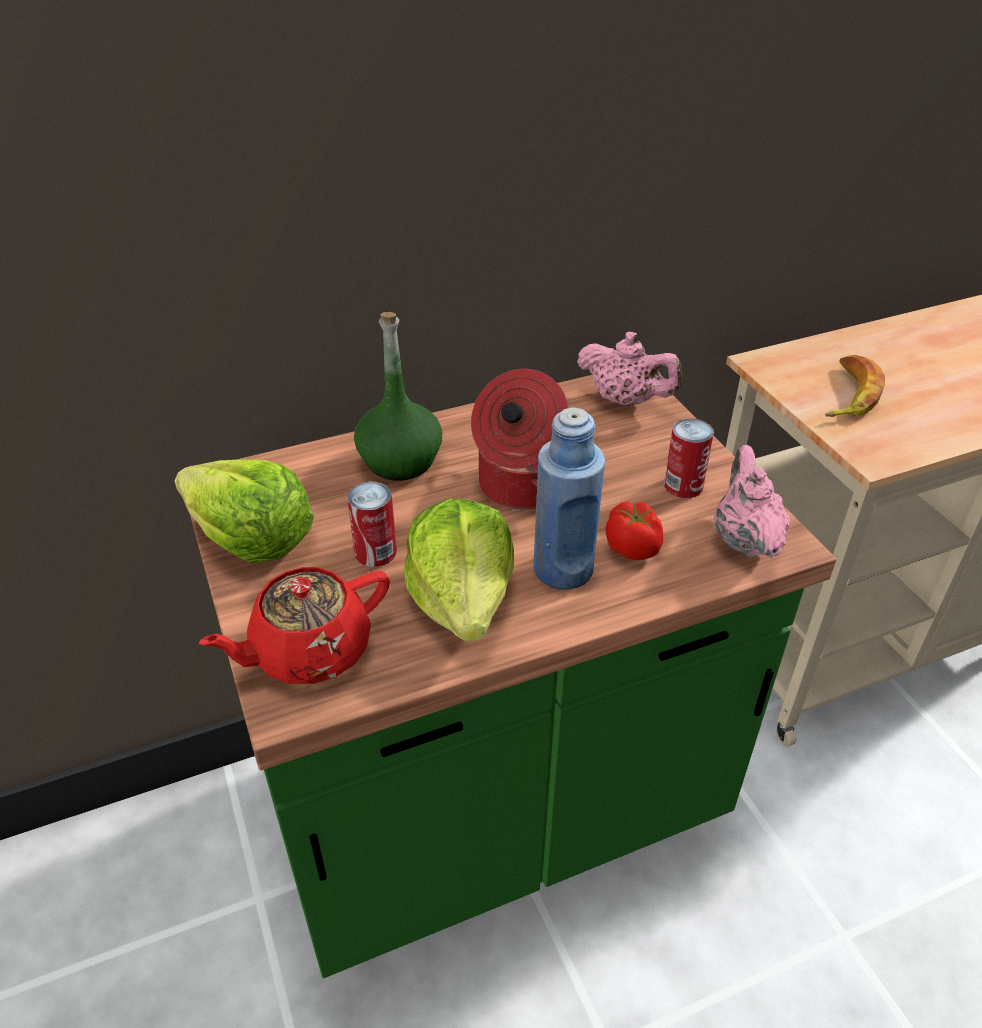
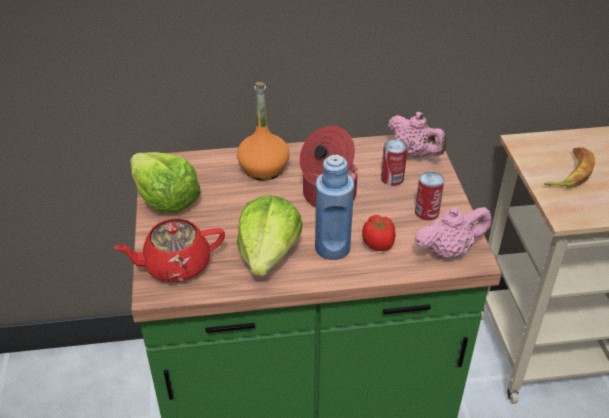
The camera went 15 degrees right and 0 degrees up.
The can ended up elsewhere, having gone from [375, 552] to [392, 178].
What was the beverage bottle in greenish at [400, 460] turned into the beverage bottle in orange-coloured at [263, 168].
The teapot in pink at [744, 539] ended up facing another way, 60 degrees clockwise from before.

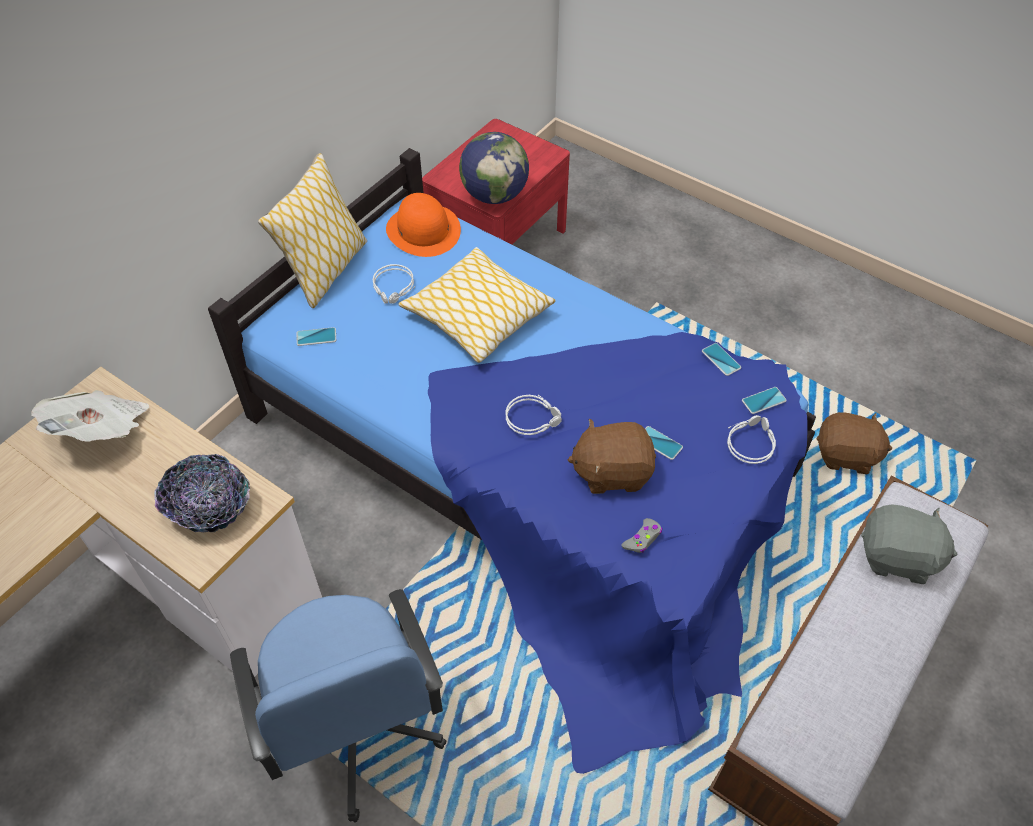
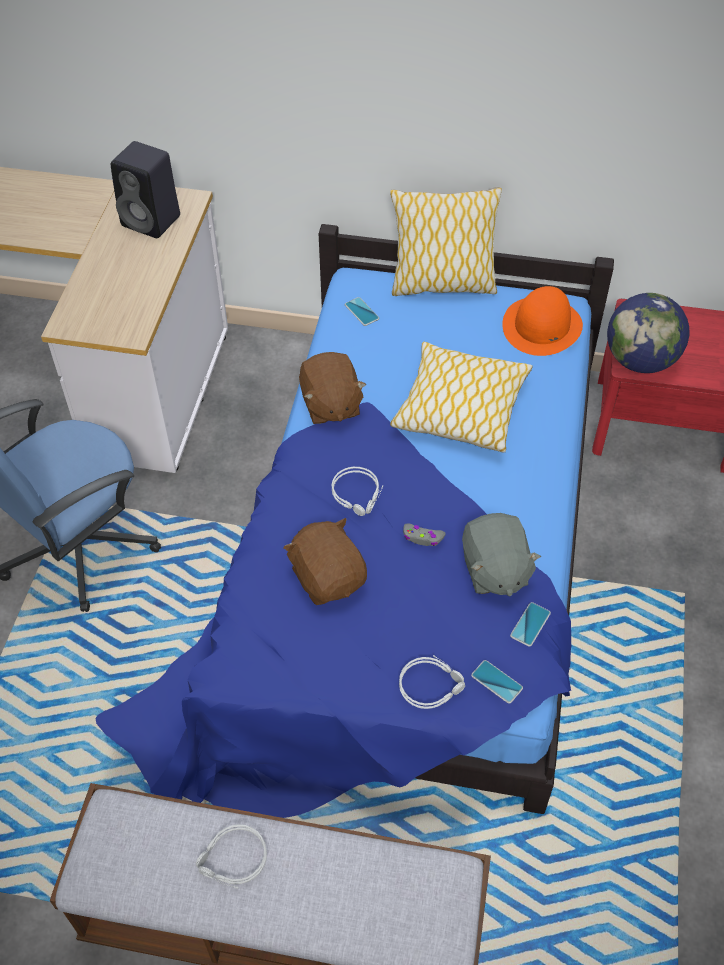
The camera went 65 degrees right and 0 degrees up.
The second view lost the bowl at [209, 506].
The second view lost the handset at [659, 443].
The headset in gray ended up elsewhere, having gone from [394, 288] to [232, 861].
The game controller in gray ended up elsewhere, having gone from [642, 539] to [422, 538].
The plush toy in brownish ended up elsewhere, having gone from [846, 456] to [330, 405].
The plush toy in gray ended up elsewhere, having gone from [898, 558] to [494, 570].
Where the daily paper stood at [102, 430], the loudspeaker in black-coloured came to stand at [153, 221].

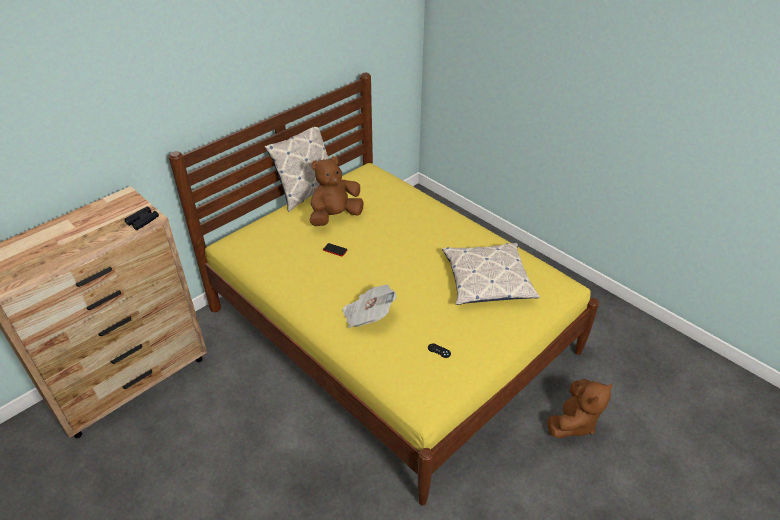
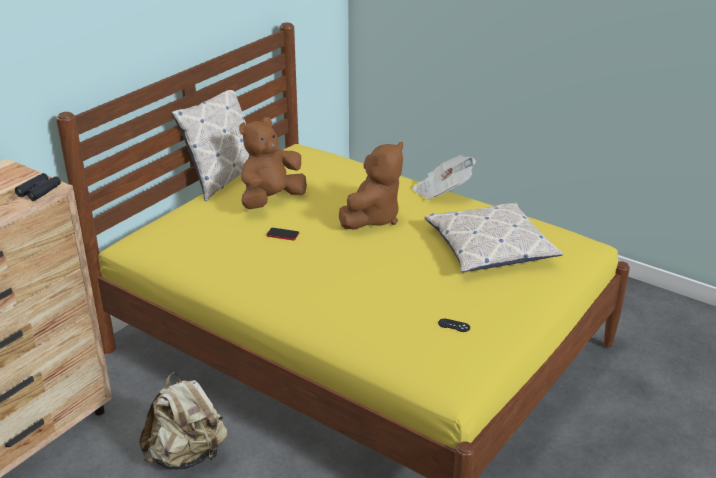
The camera went 10 degrees left and 10 degrees down.
The second view gained the rucksack in sand-coloured at [187, 455].
The daily paper ended up elsewhere, having gone from [368, 316] to [442, 191].
The plush toy in brownish ended up elsewhere, having gone from [573, 422] to [372, 218].

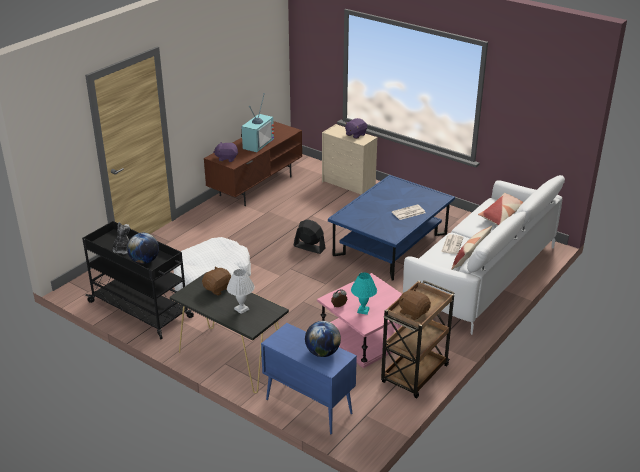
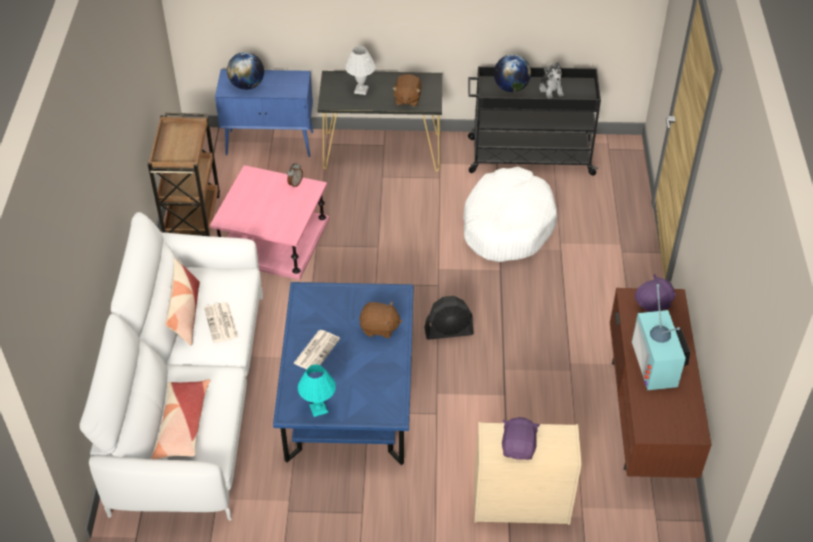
The camera went 145 degrees right and 15 degrees up.
The lamp for a table in blue-green ended up elsewhere, having gone from [363, 310] to [318, 409].
The plush toy in brownish ended up elsewhere, having gone from [413, 312] to [379, 328].

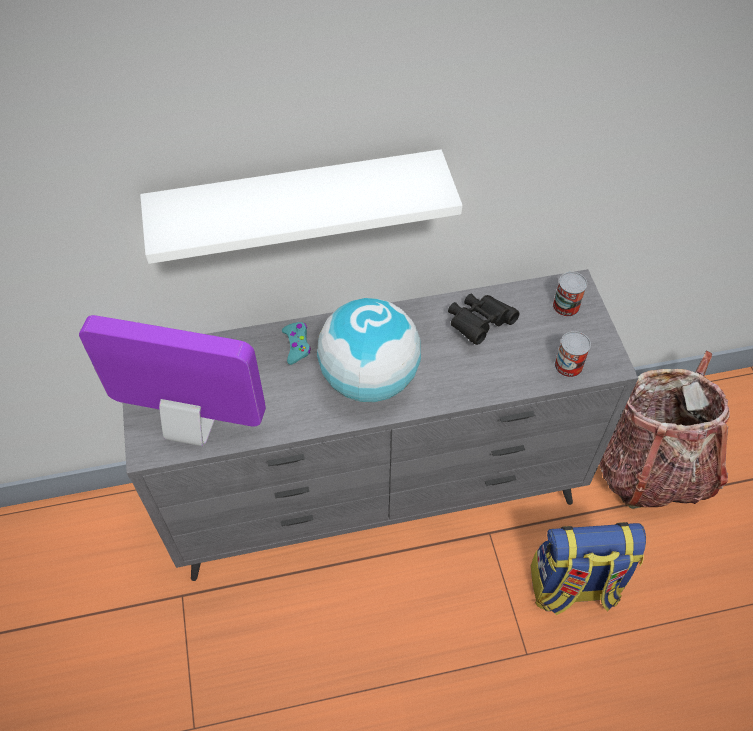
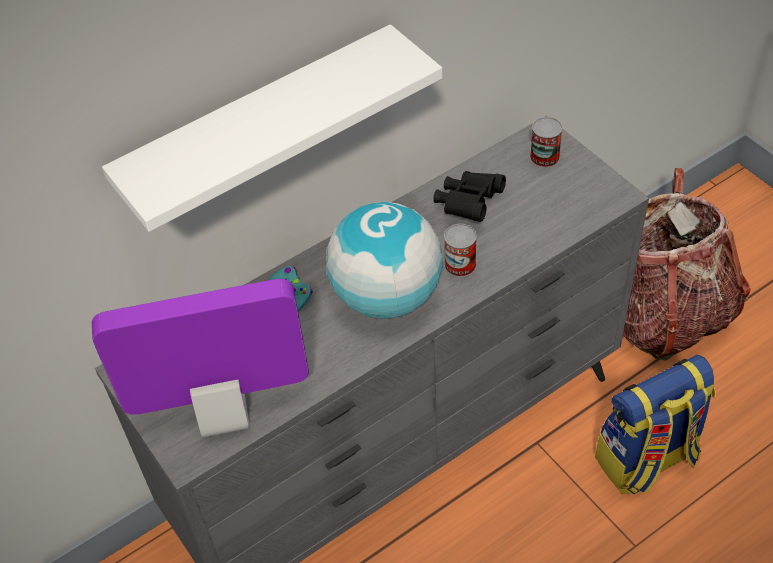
The camera went 20 degrees left and 5 degrees down.
The can ended up elsewhere, having gone from [568, 366] to [460, 265].

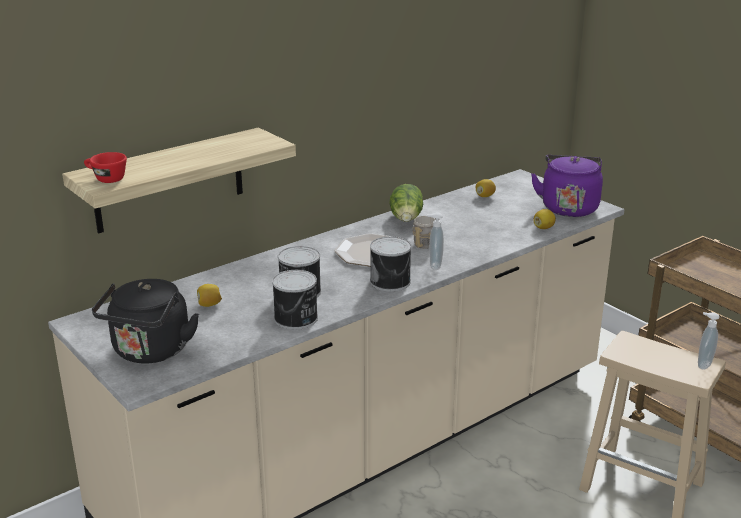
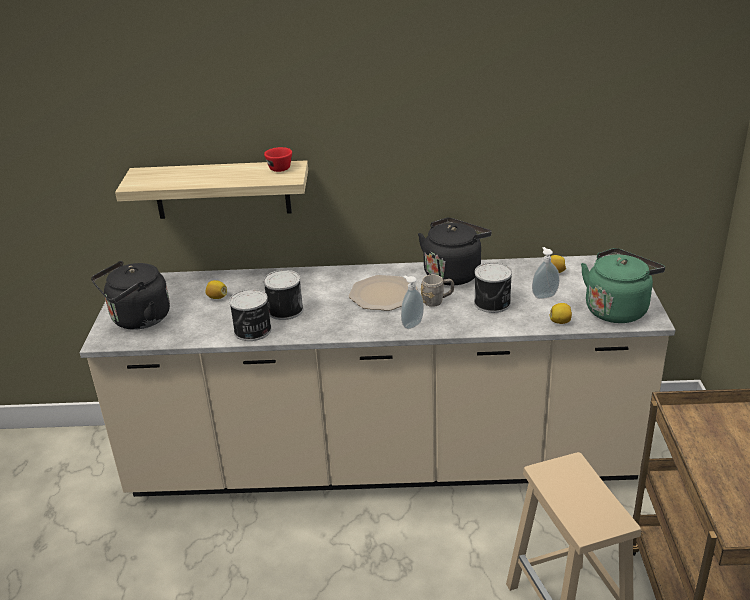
The camera went 40 degrees right and 5 degrees up.
The drinking cup in reddish ended up elsewhere, having gone from [105, 179] to [277, 167].
The can ended up elsewhere, having gone from [391, 282] to [493, 303].
The soap dispenser ended up elsewhere, having gone from [703, 364] to [544, 295].
Where the lettuce stood at [406, 219], the kettle in black-coloured came to stand at [453, 273].
What was the kettle in purplish at [568, 207] turned into the kettle in greenish at [617, 309].

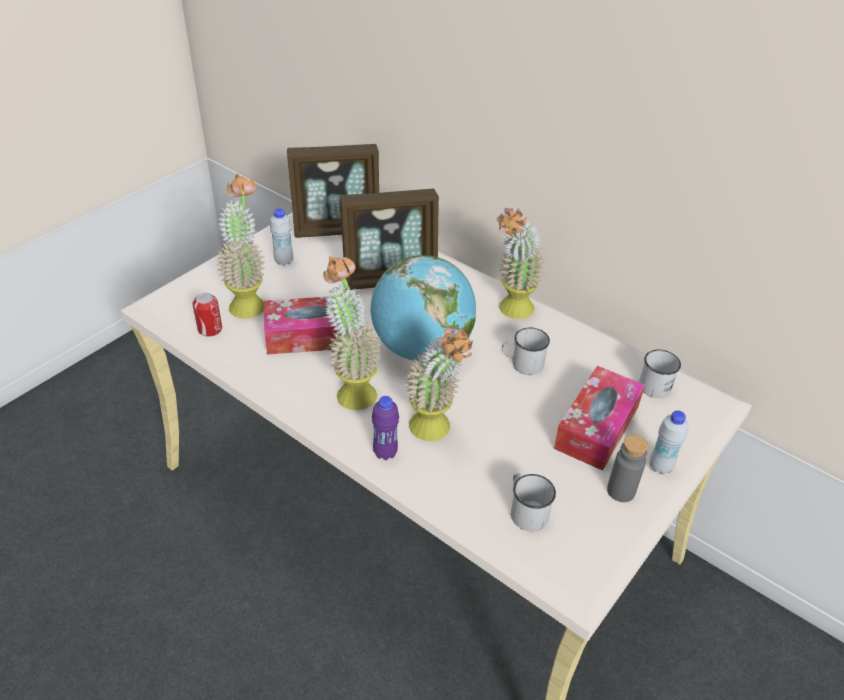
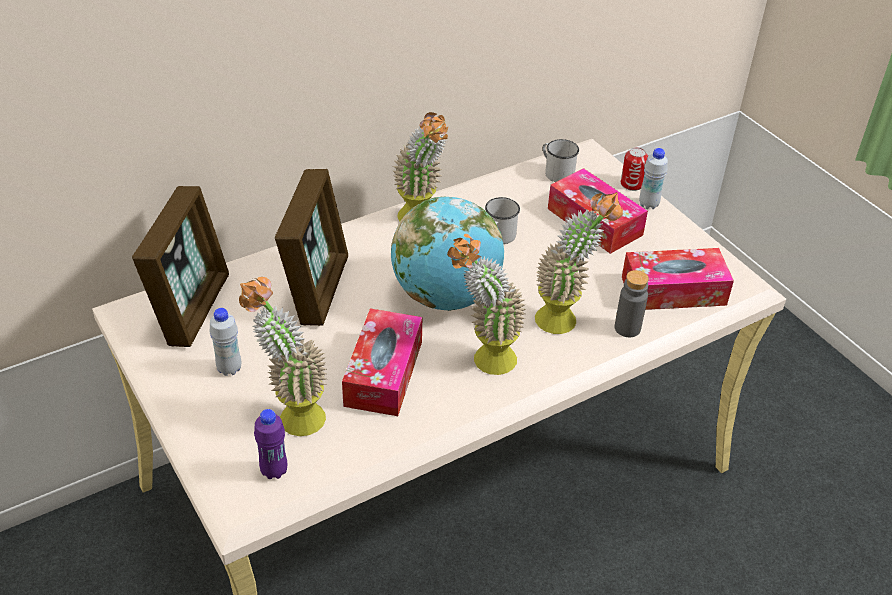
The camera went 70 degrees left and 0 degrees up.
The can ended up elsewhere, having gone from [210, 329] to [631, 184].
The beverage bottle in purplish ended up elsewhere, having gone from [385, 453] to [274, 471].
The beverage bottle in gray ended up elsewhere, having gone from [621, 491] to [627, 328].
Where the tea mug in white-coloured stood at [525, 511], the tissue box came to stand at [673, 291].

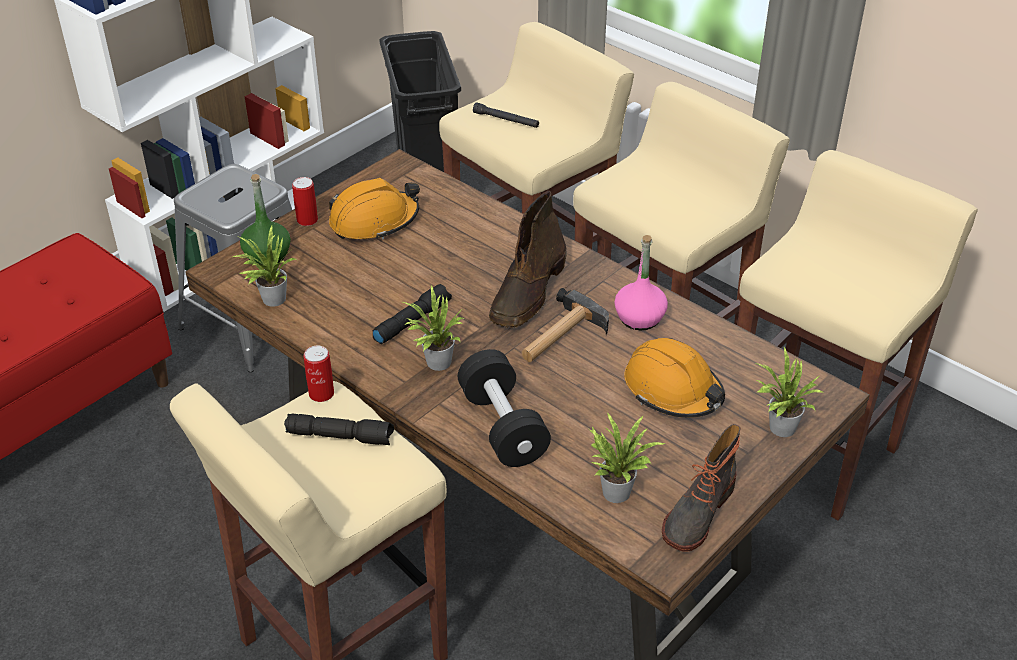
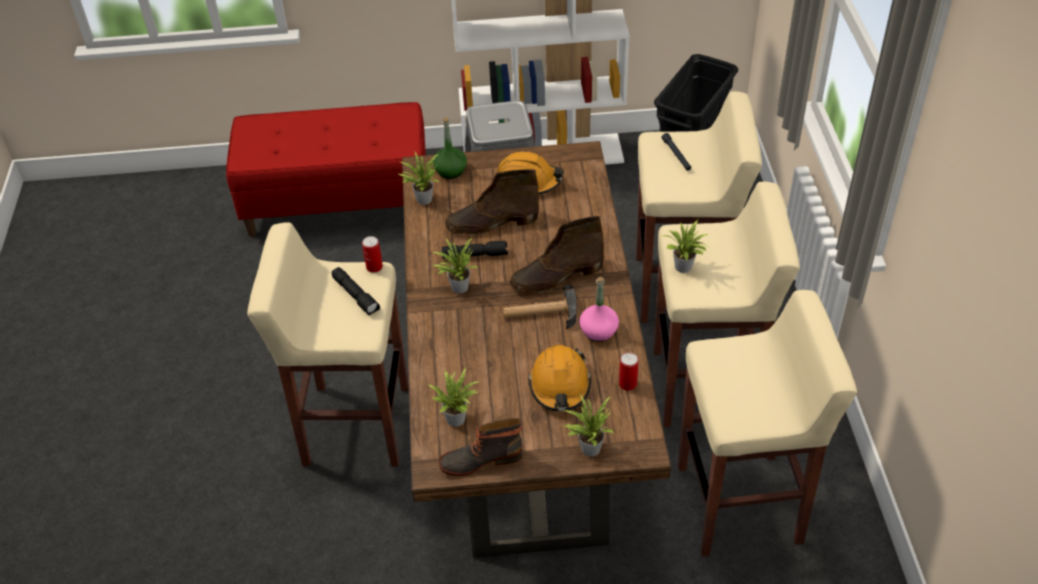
The camera went 45 degrees right and 5 degrees up.
The second view lost the hand weight in black-coloured at [503, 426].
The second view gained the boot in brownish at [491, 223].
The second view gained the plant in a pot at [684, 268].
The can ended up elsewhere, having gone from [307, 220] to [627, 384].

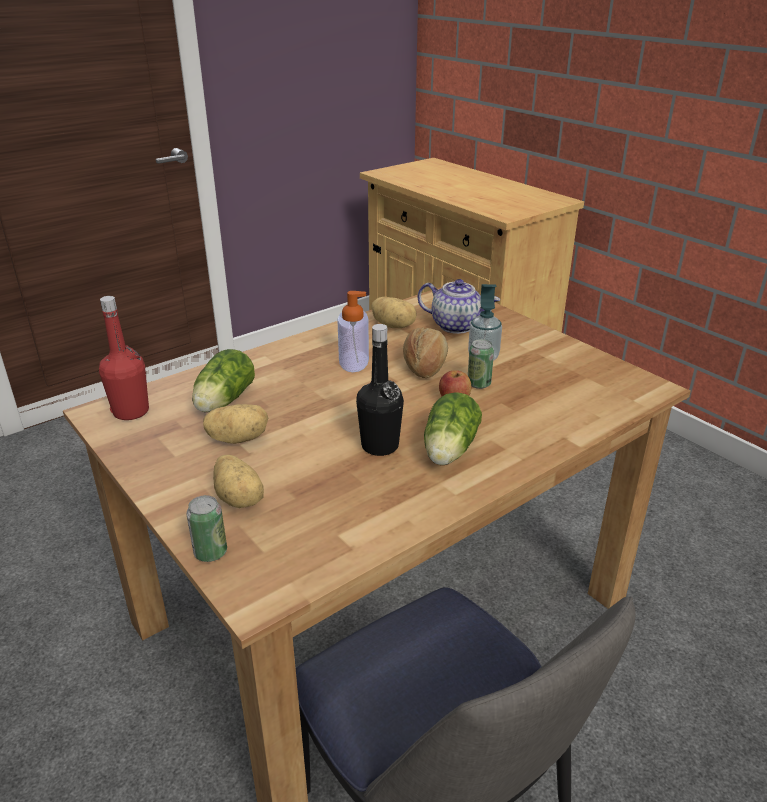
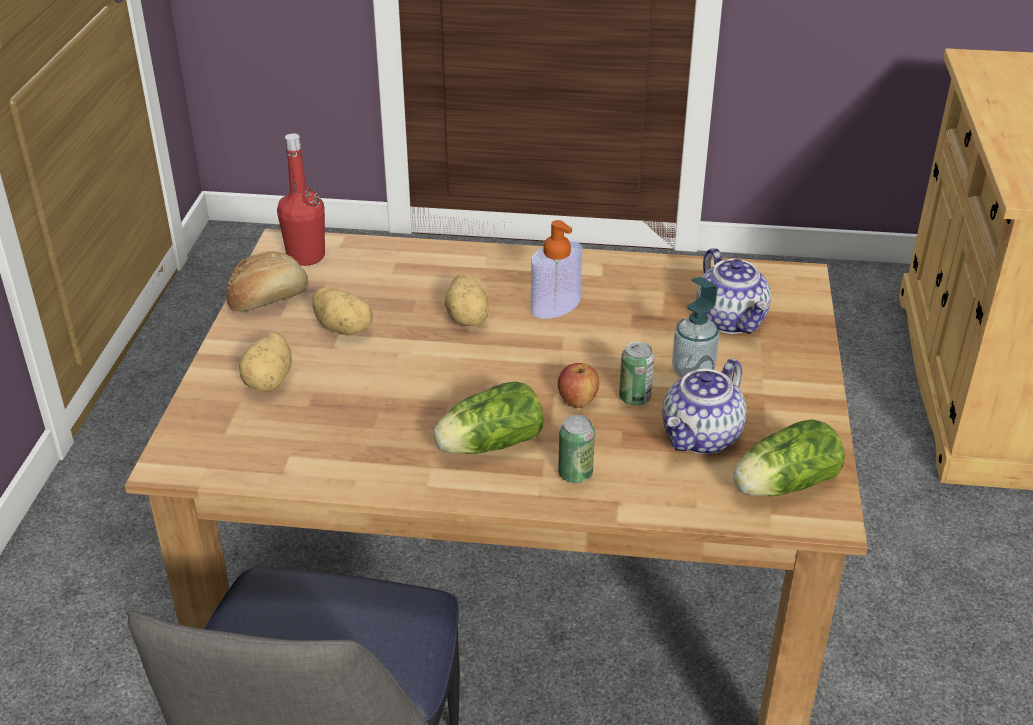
The camera went 45 degrees right and 5 degrees up.
The second view lost the beverage bottle in black-coloured at [380, 446].
The second view gained the teapot at [702, 438].
The can ended up elsewhere, having gone from [210, 552] to [575, 474].
The lettuce ended up elsewhere, having gone from [222, 402] to [781, 486].
The whole potato ended up elsewhere, having gone from [394, 326] to [468, 318].
The bakery bread ended up elsewhere, having gone from [424, 365] to [268, 298].

